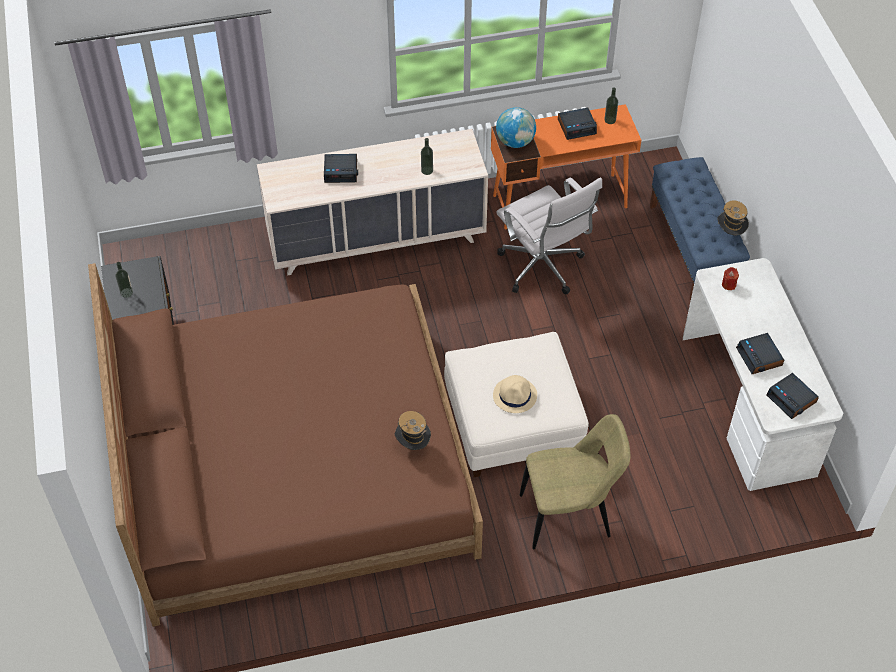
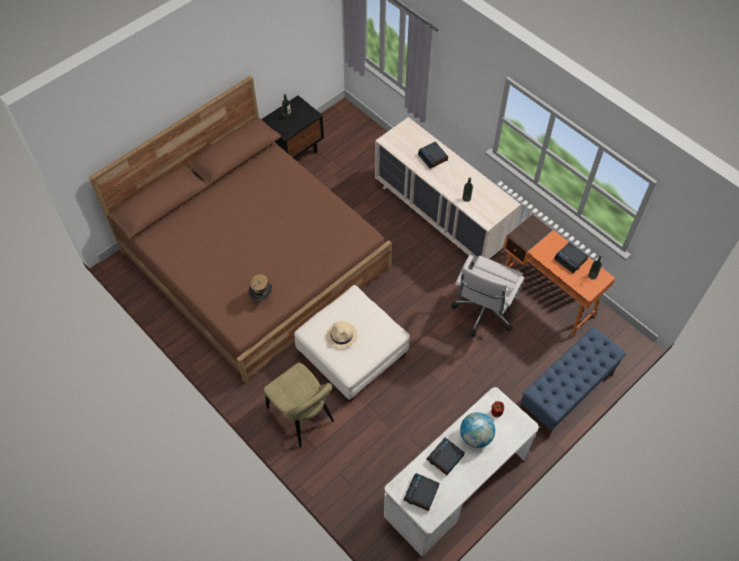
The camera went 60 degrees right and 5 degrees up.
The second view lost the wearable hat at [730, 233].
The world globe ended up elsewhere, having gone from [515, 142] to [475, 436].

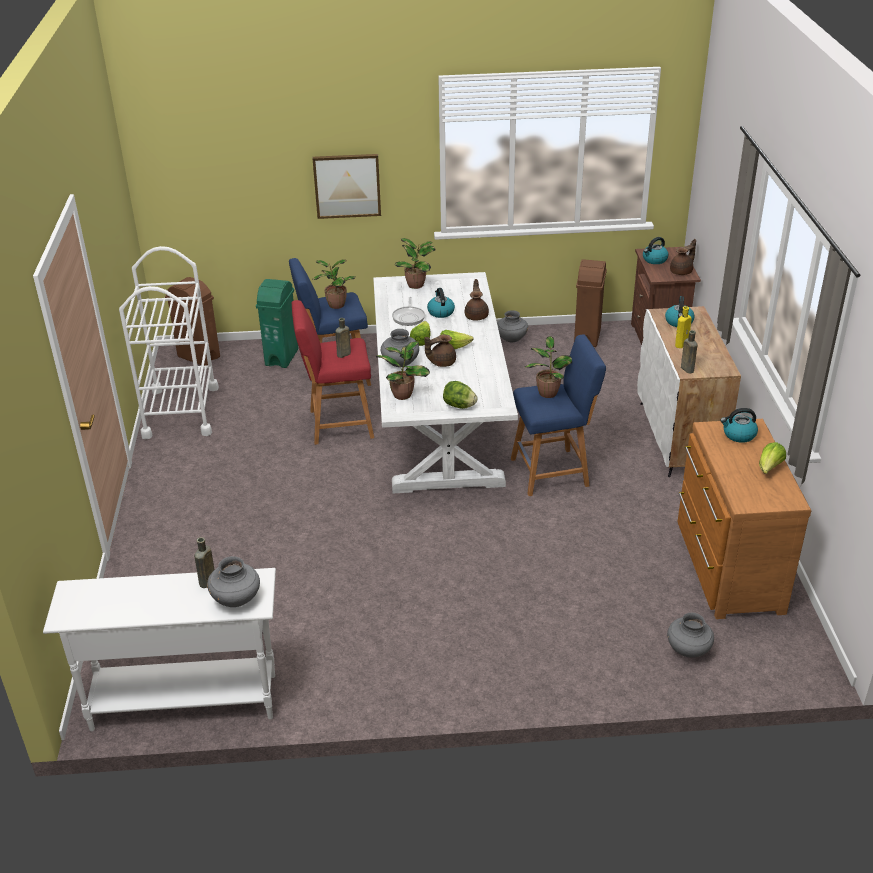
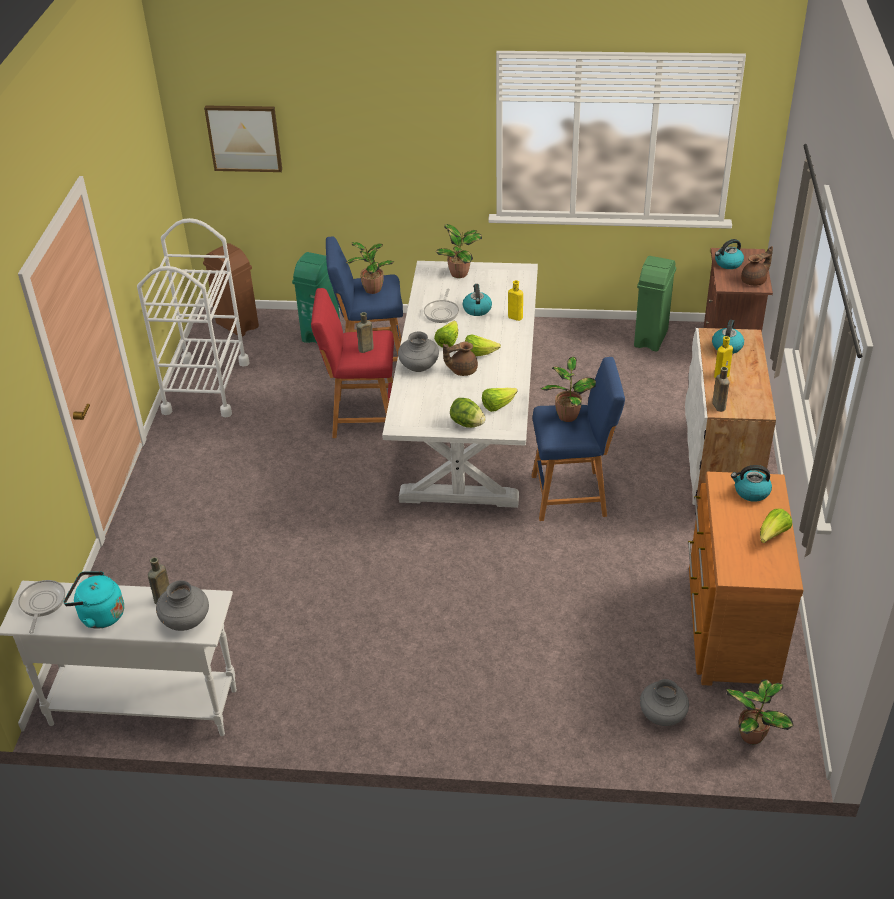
The camera went 10 degrees right and 5 degrees up.
The second view lost the vase in gray at [511, 339].
The second view gained the pan at [42, 604].
The second view gained the kettle in blue-green at [99, 615].
The second view gained the lettuce at [497, 406].
The picture ended up elsewhere, having gone from [347, 185] to [244, 138].
The plant in a pot ended up elsewhere, having gone from [403, 394] to [753, 734].
Where the teapot in brownish stood at [476, 316], the beverage bottle in yellowish came to stand at [514, 317].
What was the waste bin in brownish at [587, 337] turned into the waste bin in greenish at [650, 339].

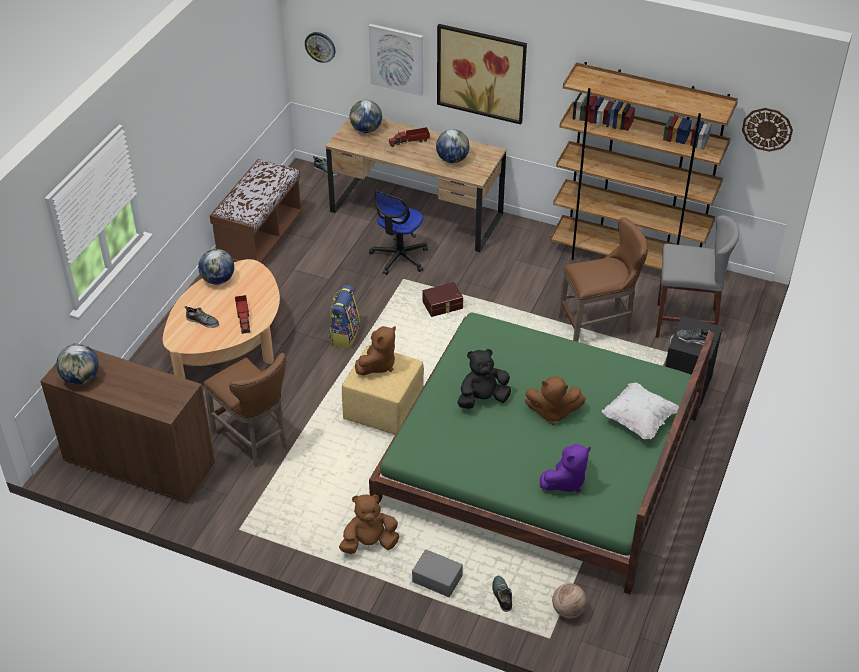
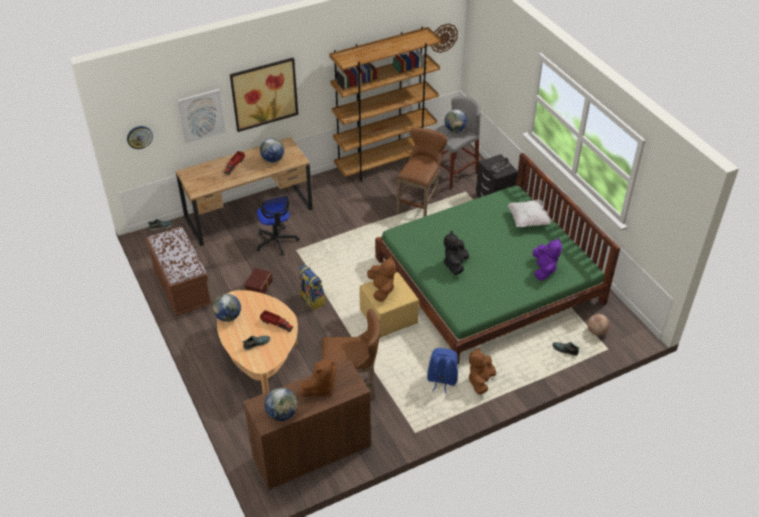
The camera went 50 degrees left and 0 degrees up.
The second view lost the storage container in gray at [437, 578].
The second view gained the rucksack in bluish at [441, 380].
The world globe ended up elsewhere, having gone from [366, 130] to [455, 130].
The storage container in brownish ended up elsewhere, having gone from [443, 306] to [259, 286].
The plush toy in brownish ended up elsewhere, having gone from [552, 412] to [320, 388].

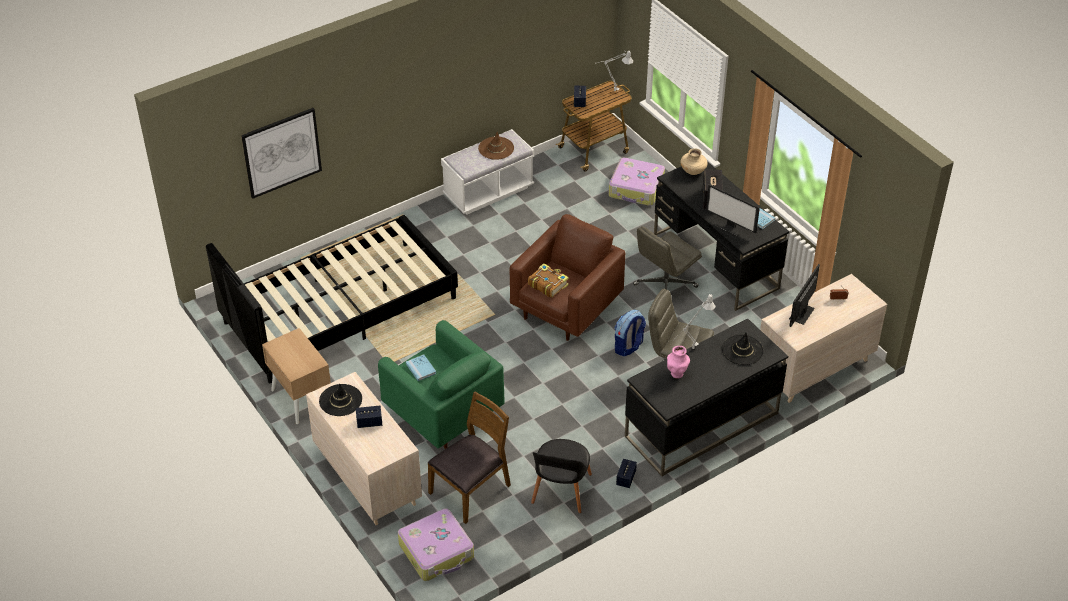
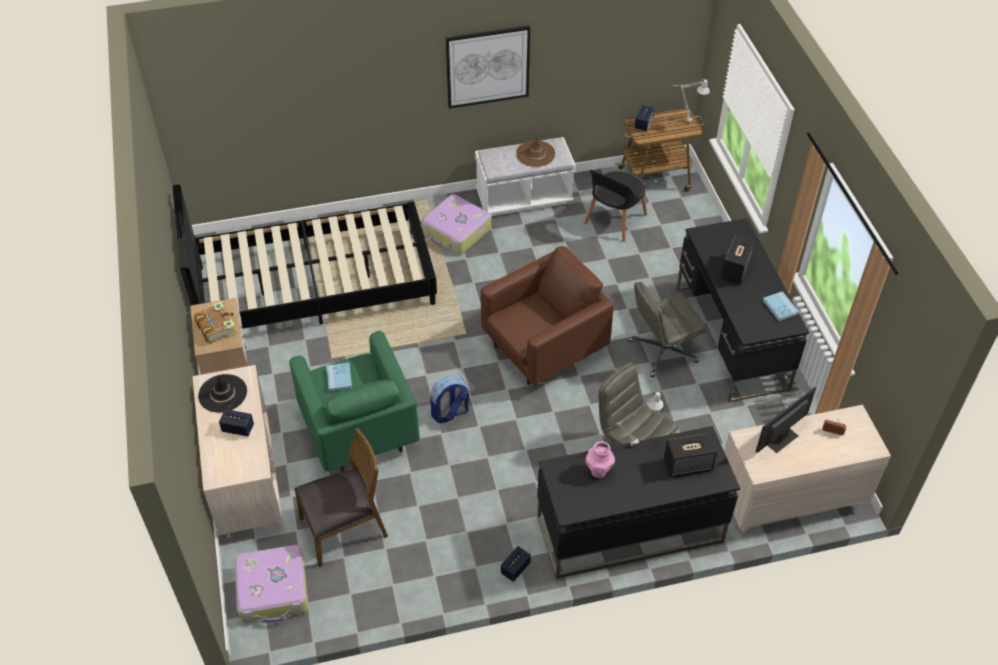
The camera went 20 degrees right and 5 degrees up.
The second view lost the vase in sand-coloured at [693, 171].
The second view lost the computer display at [730, 226].
The picture ended up elsewhere, having gone from [281, 152] to [488, 66].
The bound book ended up elsewhere, having gone from [547, 284] to [217, 326].
The chair in black-coloured ended up elsewhere, having gone from [560, 491] to [614, 220].
The travel case ended up elsewhere, having gone from [636, 189] to [456, 231].
The rucksack ended up elsewhere, having gone from [628, 347] to [449, 413].
Where the wearable hat in black-coloured stood at [742, 350], the loudspeaker came to stand at [688, 464].

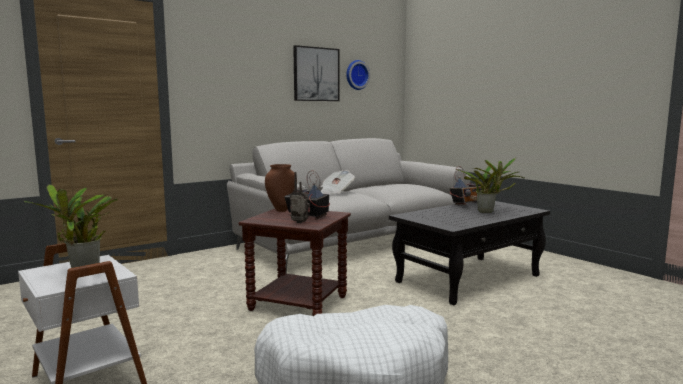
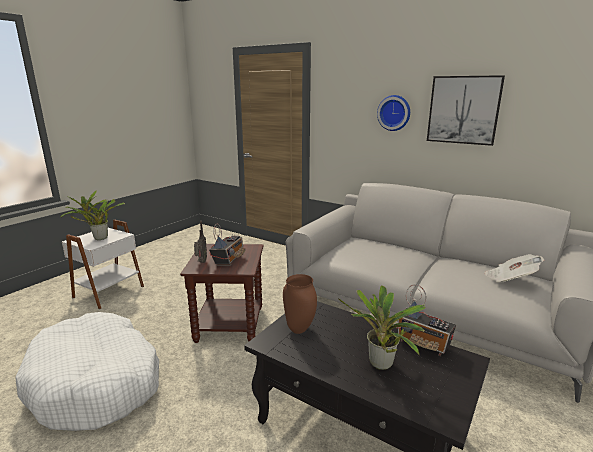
The camera went 70 degrees right and 10 degrees up.
The vase in brownish ended up elsewhere, having gone from [281, 210] to [298, 330].
The daily paper ended up elsewhere, having gone from [335, 192] to [510, 279].
The hanging clock ended up elsewhere, having gone from [356, 75] to [394, 113].

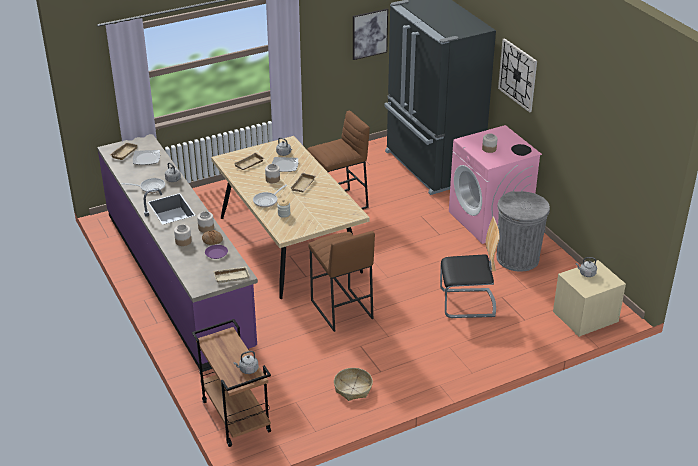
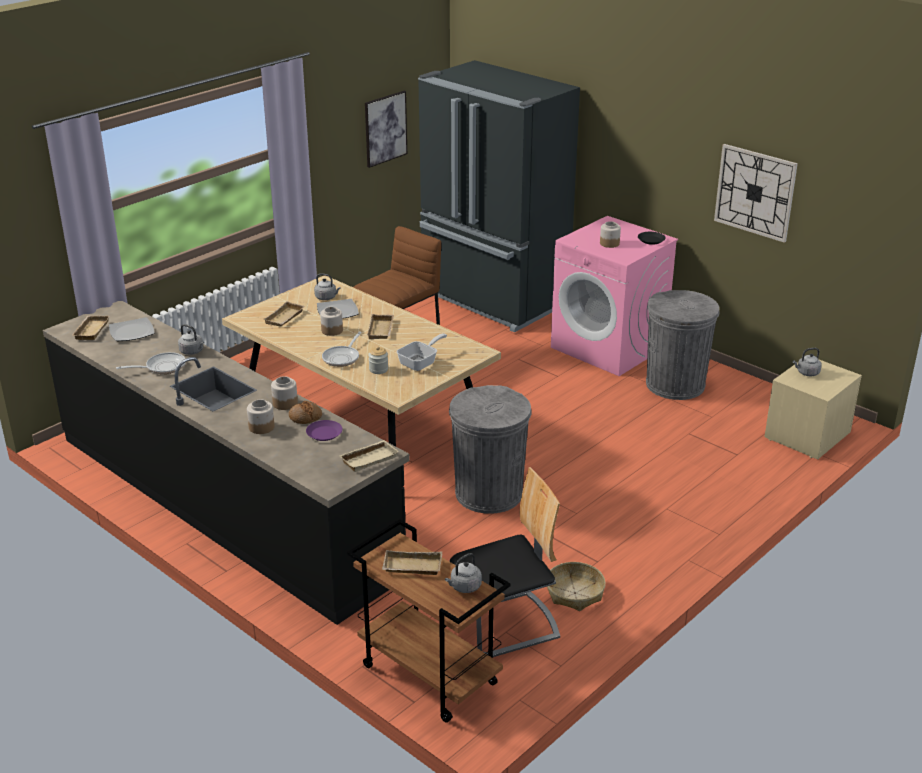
The camera went 20 degrees left and 5 degrees down.
The second view gained the serving tray in sand-coloured at [411, 567].
The second view gained the pan at [421, 362].
The chair ended up elsewhere, having gone from [467, 303] to [505, 624].
The hanging clock ended up elsewhere, having gone from [518, 74] to [755, 192].
Where the sitting stool in brownish stood at [341, 309], the waste bin in gray came to stand at [488, 493].
What was the counter in purplish at [178, 278] turned into the counter in black-coloured at [224, 502].

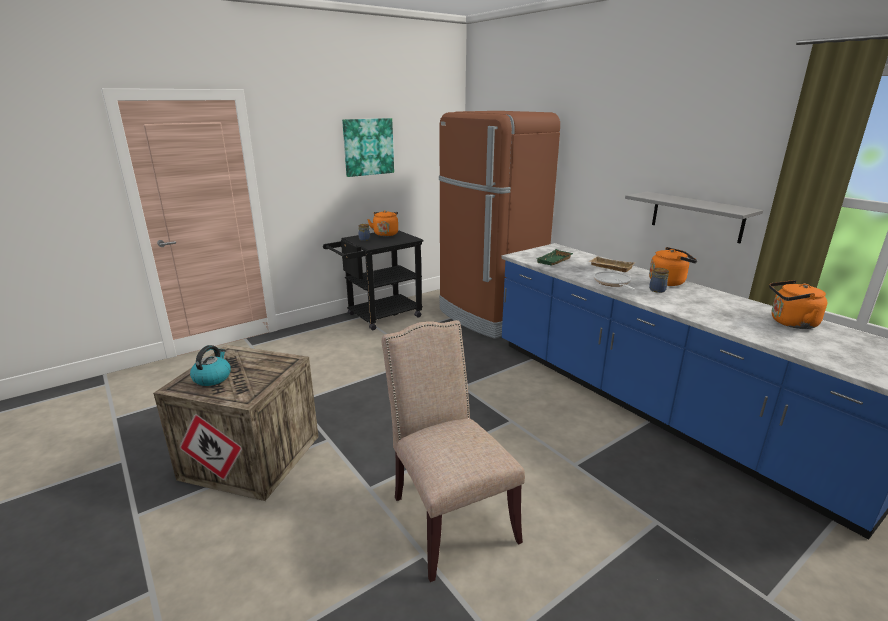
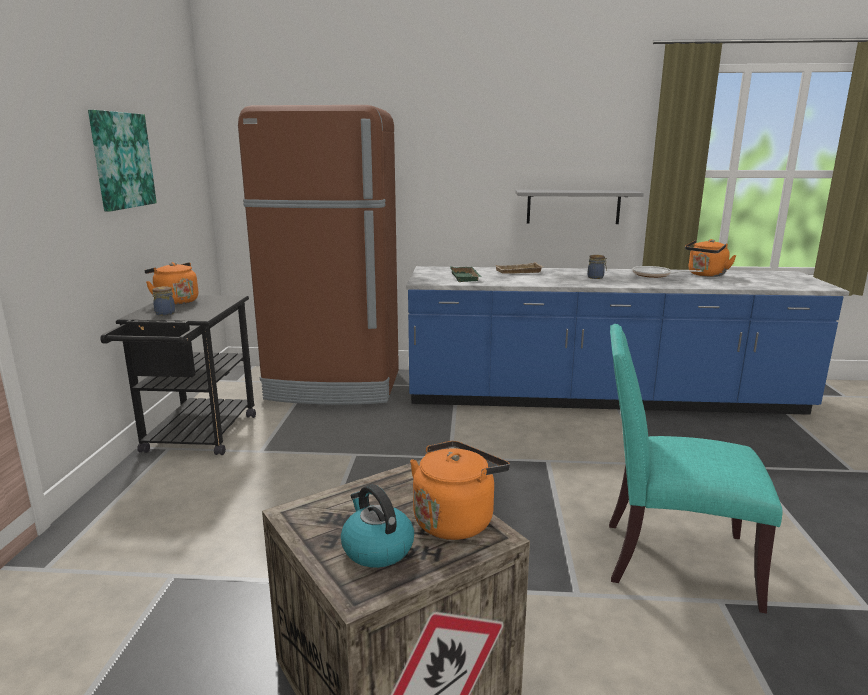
The camera went 50 degrees left and 5 degrees down.
The pan ended up elsewhere, having gone from [613, 283] to [655, 275].
The kettle in orange-coloured ended up elsewhere, having gone from [669, 282] to [456, 519].
What was the chair in sand-coloured at [448, 516] turned into the chair in blue-green at [670, 560].

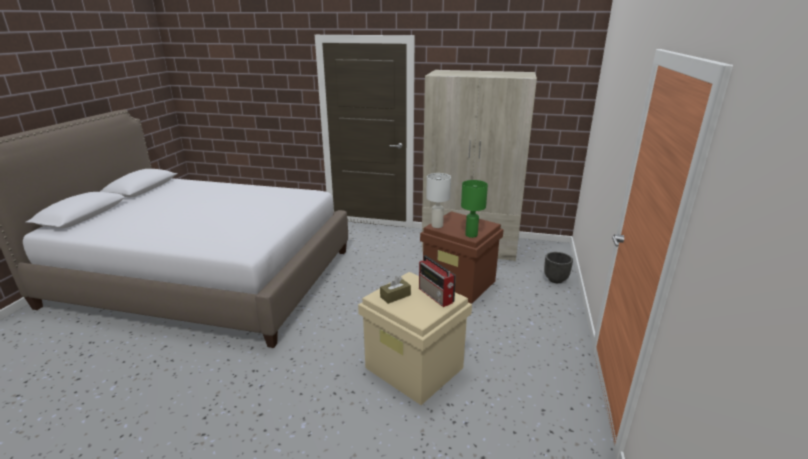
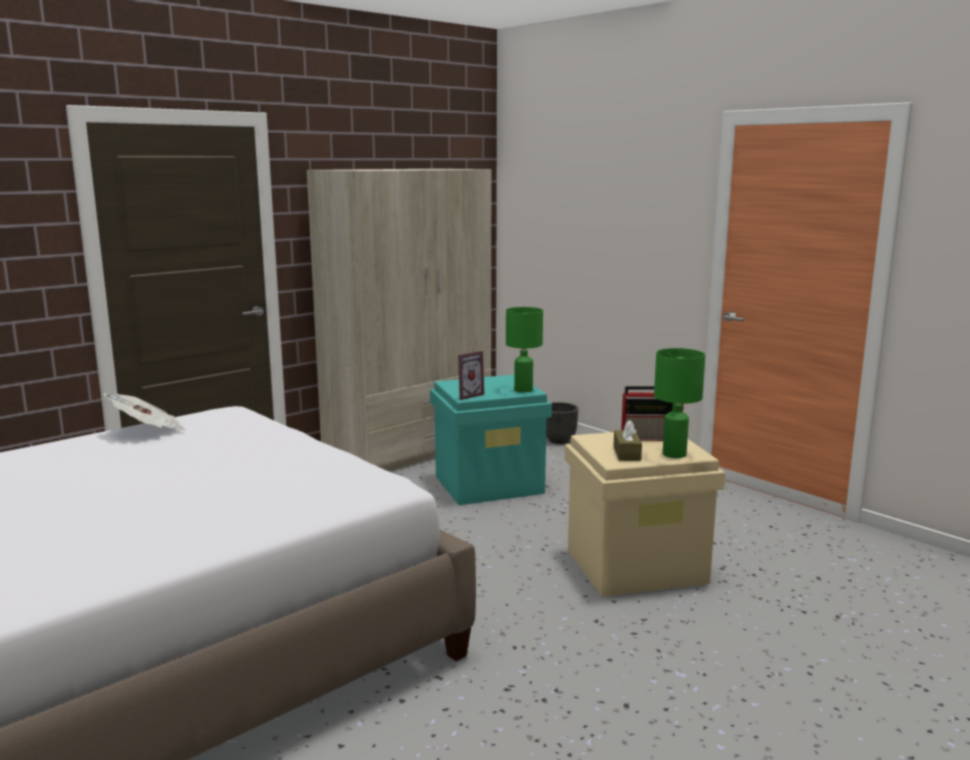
The camera went 55 degrees left and 10 degrees down.
The second view gained the daily paper at [149, 431].
The second view gained the lamp for a table in greenish at [673, 454].
Where the lamp for a table in white-coloured stood at [437, 225], the picture frame came to stand at [467, 395].
What was the storage container in brownish at [460, 283] turned into the storage container in blue-green at [489, 484].

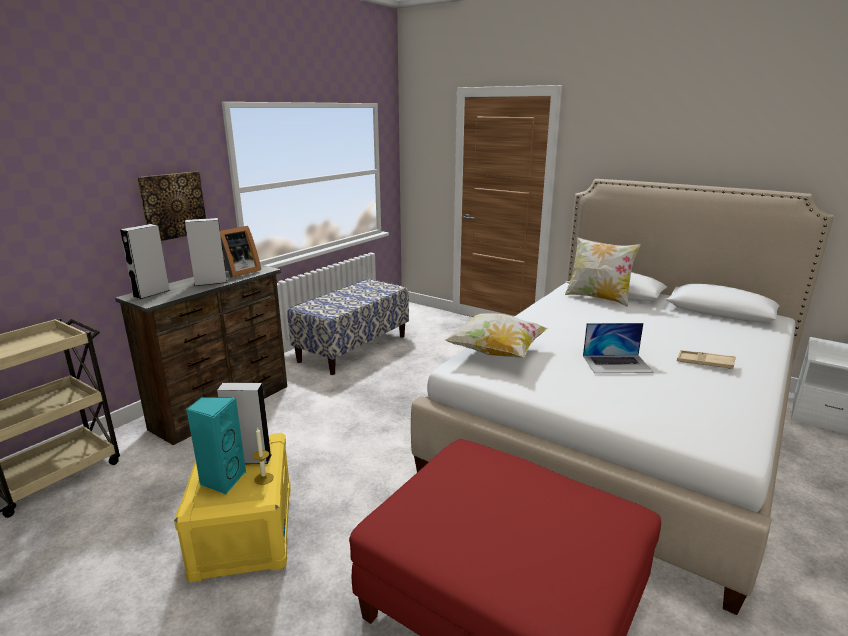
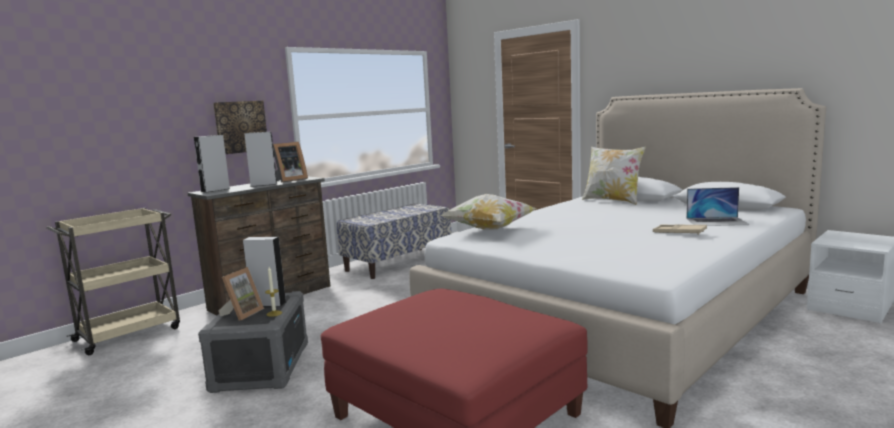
The camera went 10 degrees right and 10 degrees down.
The portable computer ended up elsewhere, having gone from [617, 364] to [717, 221].
Where the loudspeaker in blue-green stood at [222, 480], the picture frame came to stand at [242, 314].
What was the storage container in yellowish at [243, 530] turned into the storage container in gray at [261, 366].

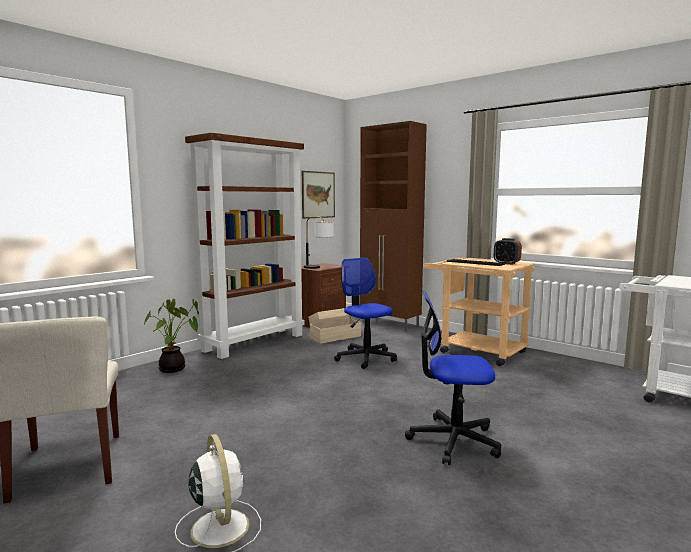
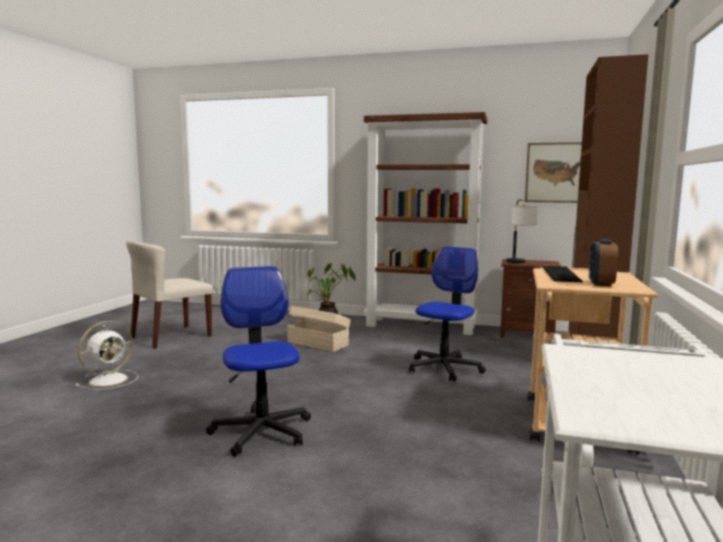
The camera went 65 degrees right and 0 degrees up.
The storage container in sand-coloured ended up elsewhere, having gone from [334, 337] to [318, 343].

